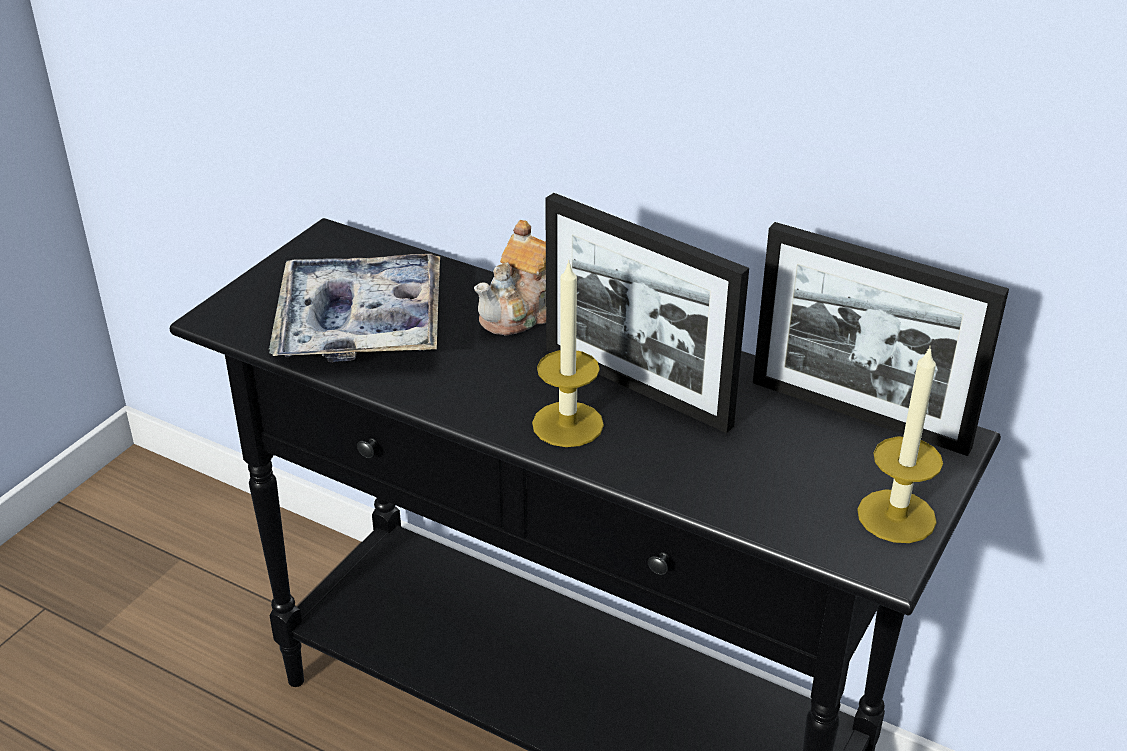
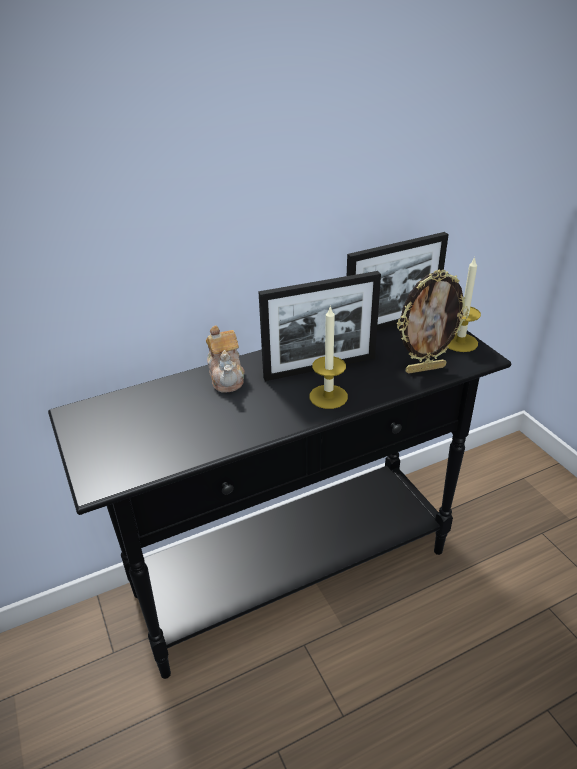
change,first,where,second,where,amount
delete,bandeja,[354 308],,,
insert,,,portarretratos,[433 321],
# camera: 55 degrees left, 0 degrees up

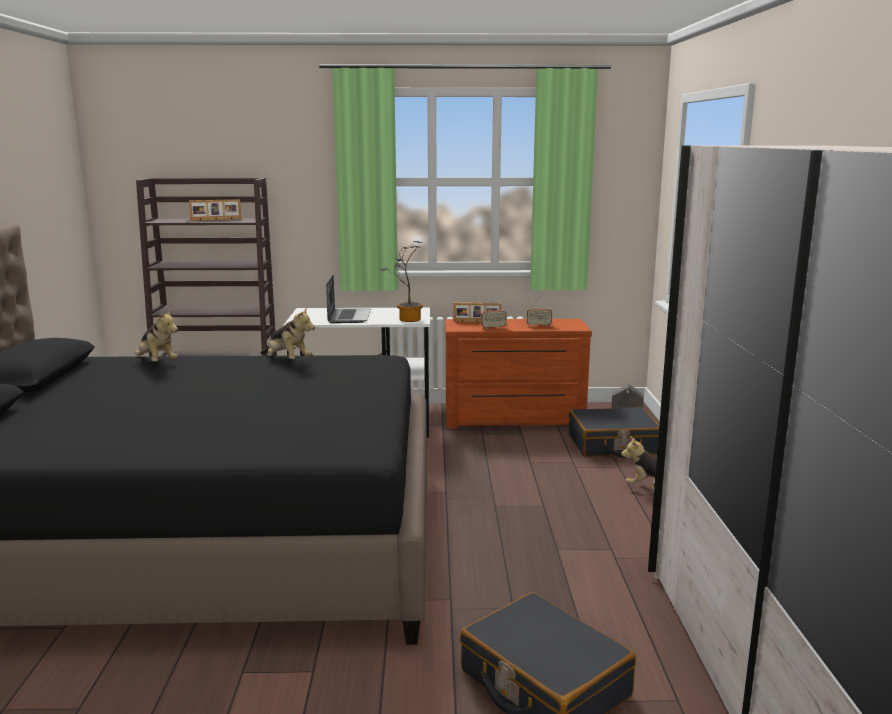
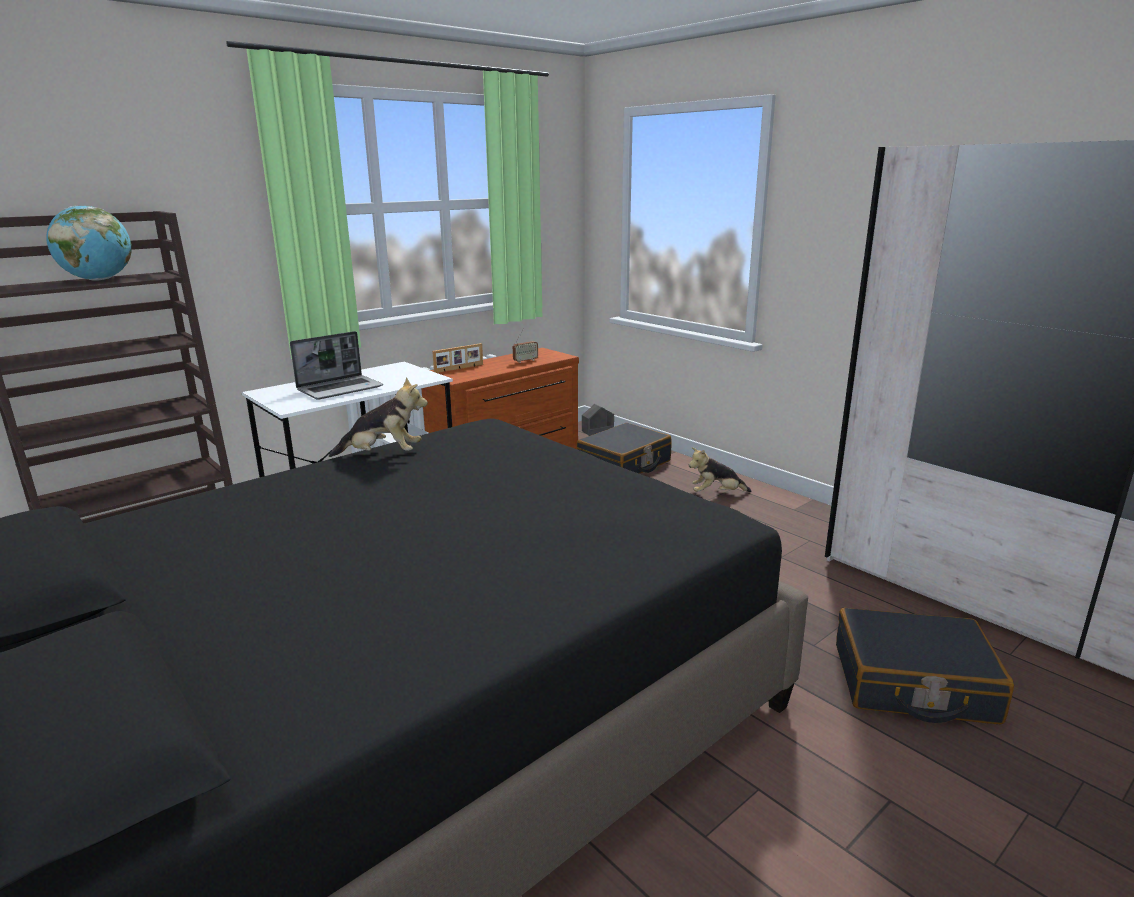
change,first,where,second,where,amount
replace,portarretratos,[215 210],globo terráqueo,[89 243],
delete,planta en maceta,[401 281],,,
rotate,portátil,[348 299],,[336 365],90 degrees clockwise
delete,radio,[494 313],,,
delete,peluche,[156 335],,,
# camera: 40 degrees left, 5 degrees up

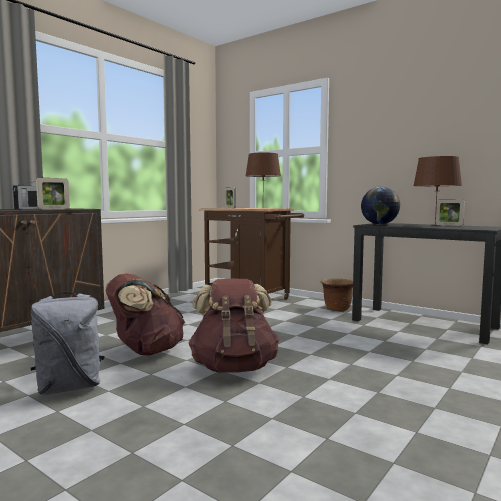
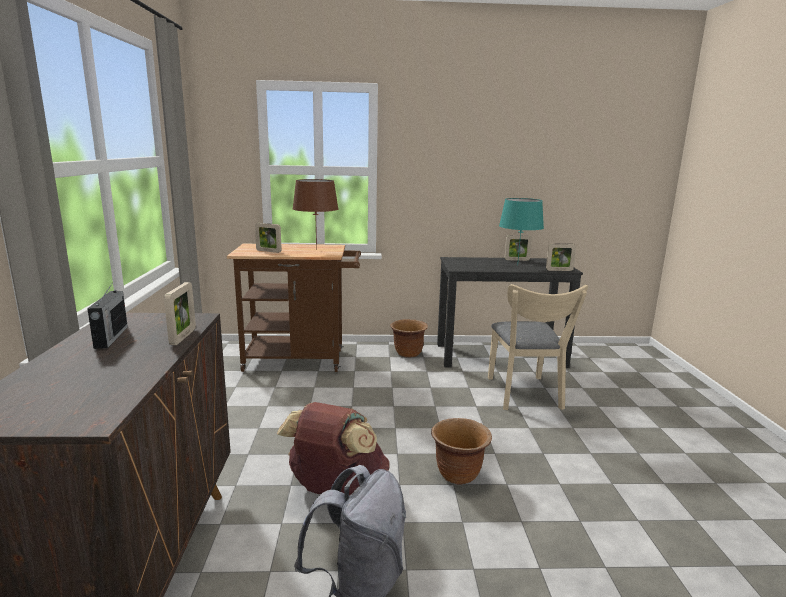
change,first,where,second,where,amount
recolor,lámpara de mesa (marrón),[437 191],lámpara de mesa (turquesa),[521 232],
delete,globo terráqueo,[380 206],,,
replace,mochila (marrón),[234 326],maceta (marrón),[461 451],
insert,,,portarretratos,[561 257],
insert,,,silla (beis),[538 347],
# camera: 40 degrees left, 10 degrees up

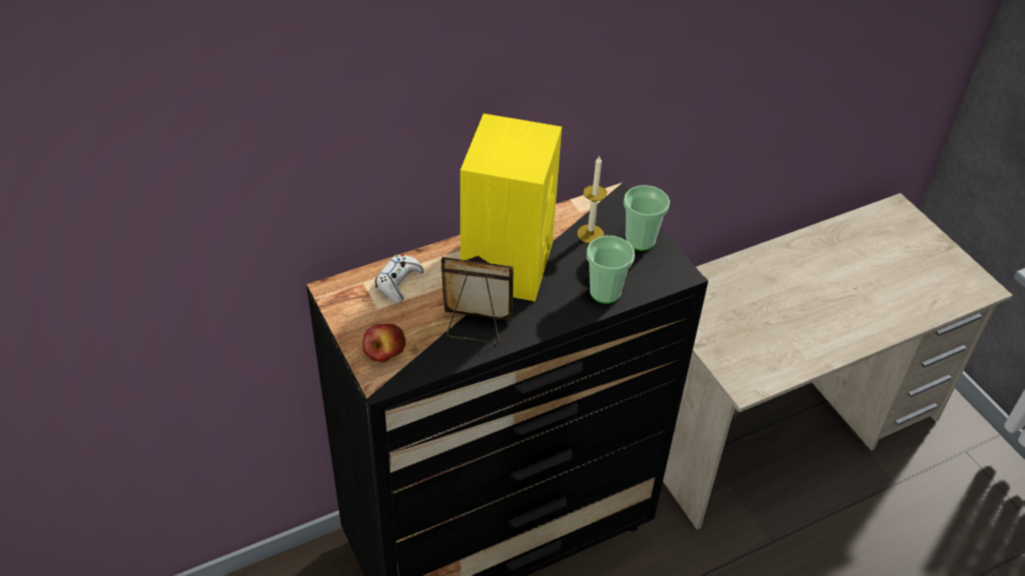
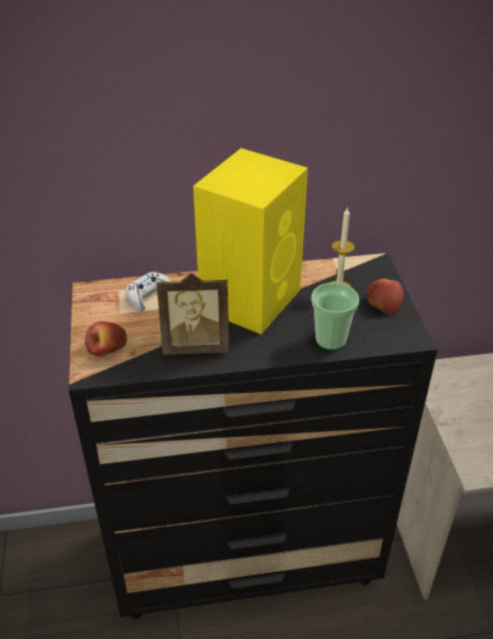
change,first,where,second,where,amount
replace,taza,[646 218],manzana,[385 297],
rotate,portarretratos,[477 299],,[193 314],150 degrees clockwise
# camera: 20 degrees right, 5 degrees down

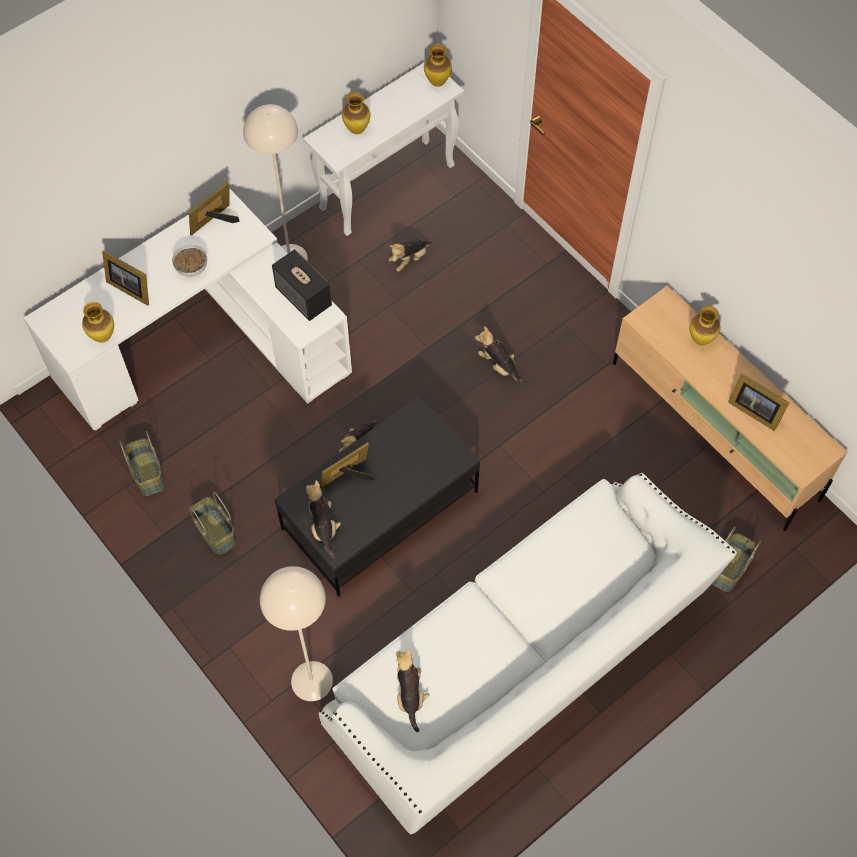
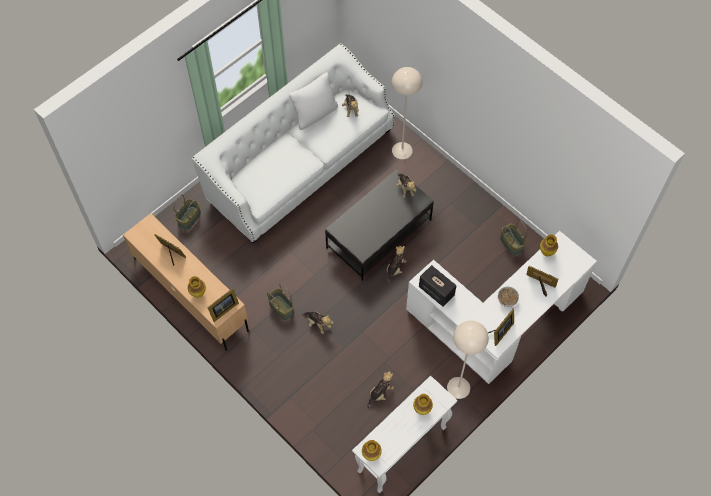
change,first,where,second,where,amount
move,portarretratos,[347 465],,[223 305],
move,cesta,[212 523],,[280 301],
insert,,,cojín (blanco),[313 101],
# camera: 175 degrees right, 0 degrees up

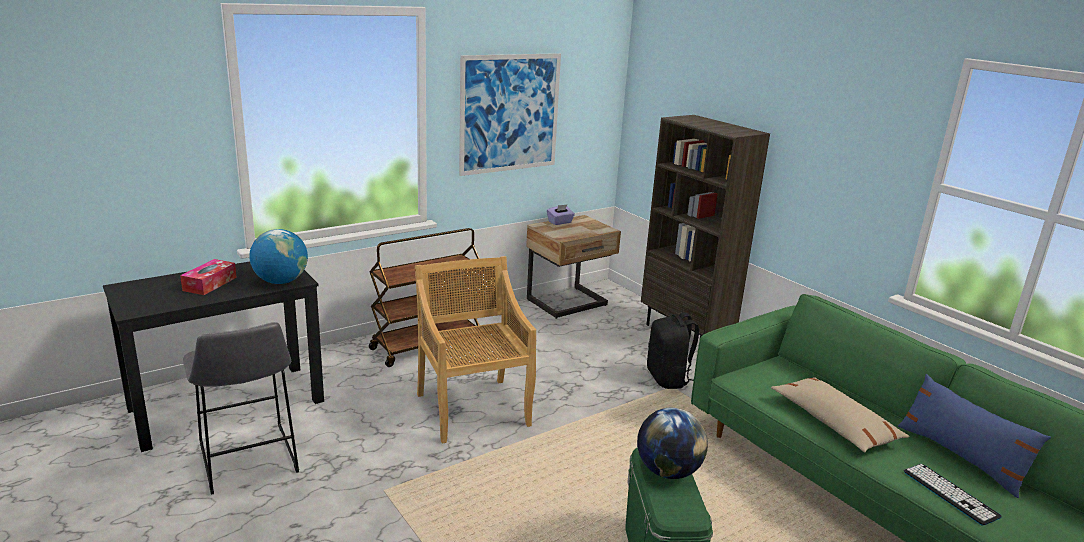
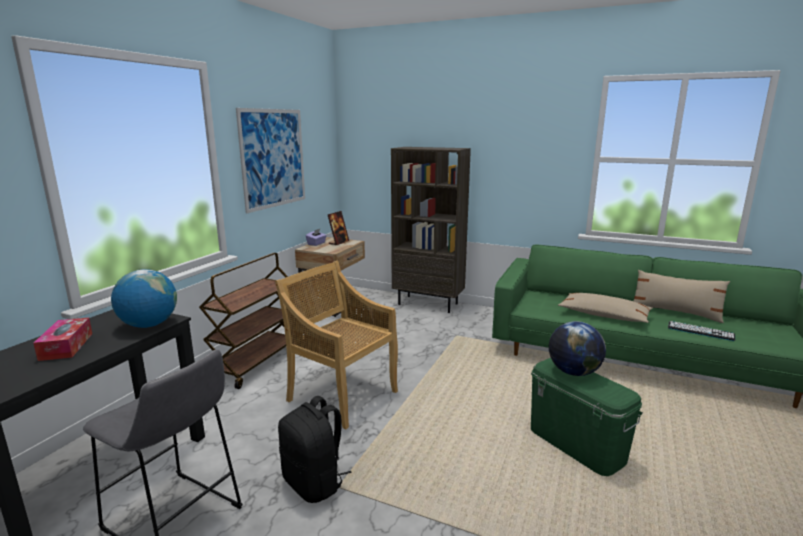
change,first,where,second,where,amount
move,mochila (negro),[673 350],,[314 449],
recolor,cojín (azul),[974 436],cojín (beis),[682 296],
insert,,,portarretratos,[338 228],
# camera: 30 degrees left, 5 degrees down

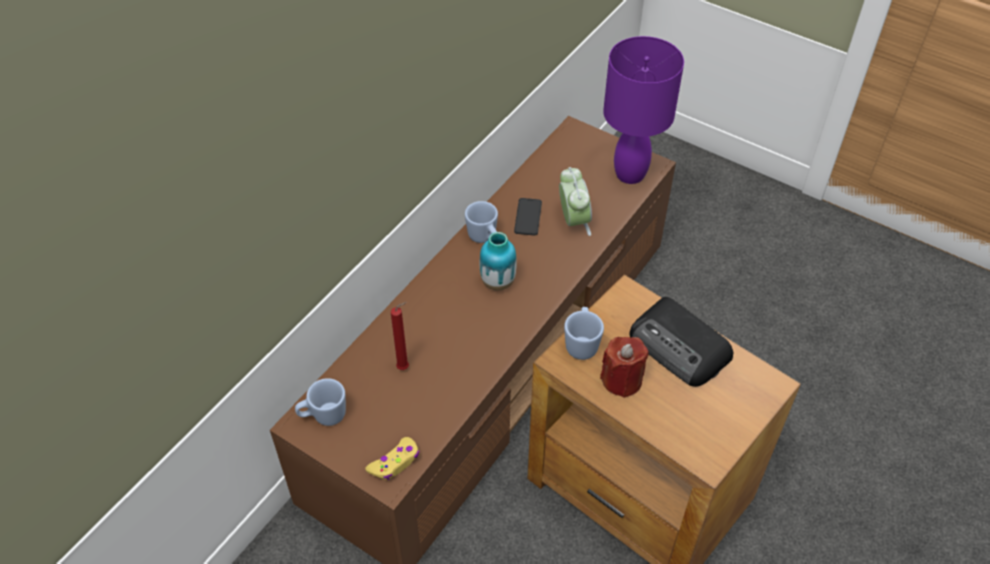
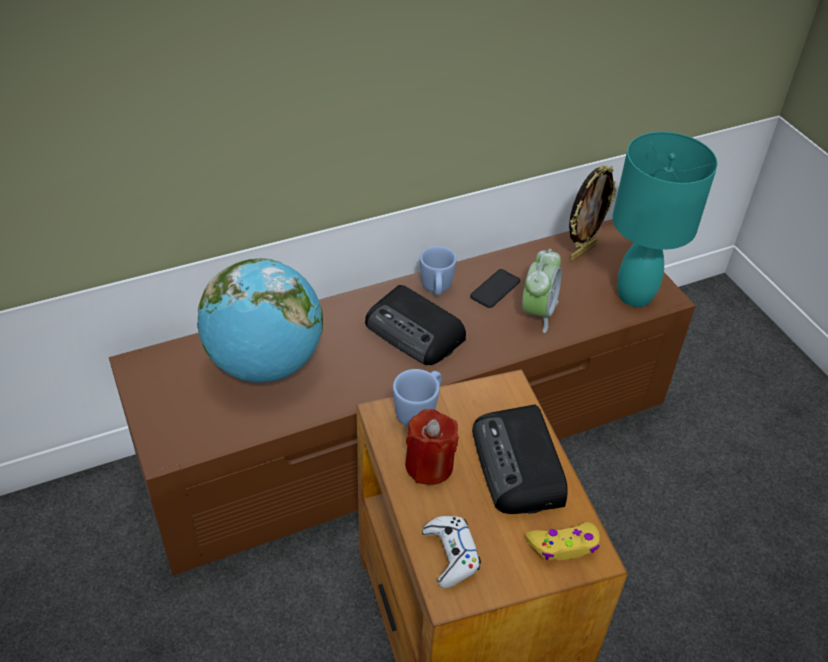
change,first,where,second,where,amount
recolor,lámpara de mesa (morado),[643 110],lámpara de mesa (turquesa),[665 219],
replace,florero,[498 261],radio,[415 325],
replace,vela (rojo),[400 336],globo terráqueo,[260 320],
delete,taza grande (azul),[320 402],,,
move,mando de consola (amarillo),[392 458],,[563 541],
insert,,,portarretratos,[592 213],
insert,,,mando de consola (blanco),[451 552],
# camera: 30 degrees right, 5 degrees down

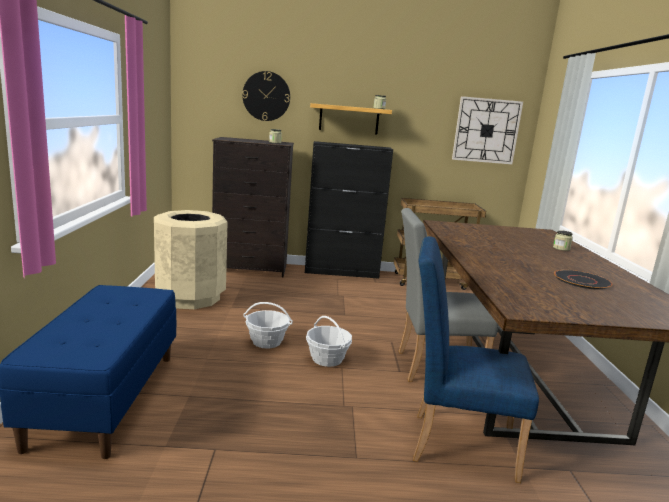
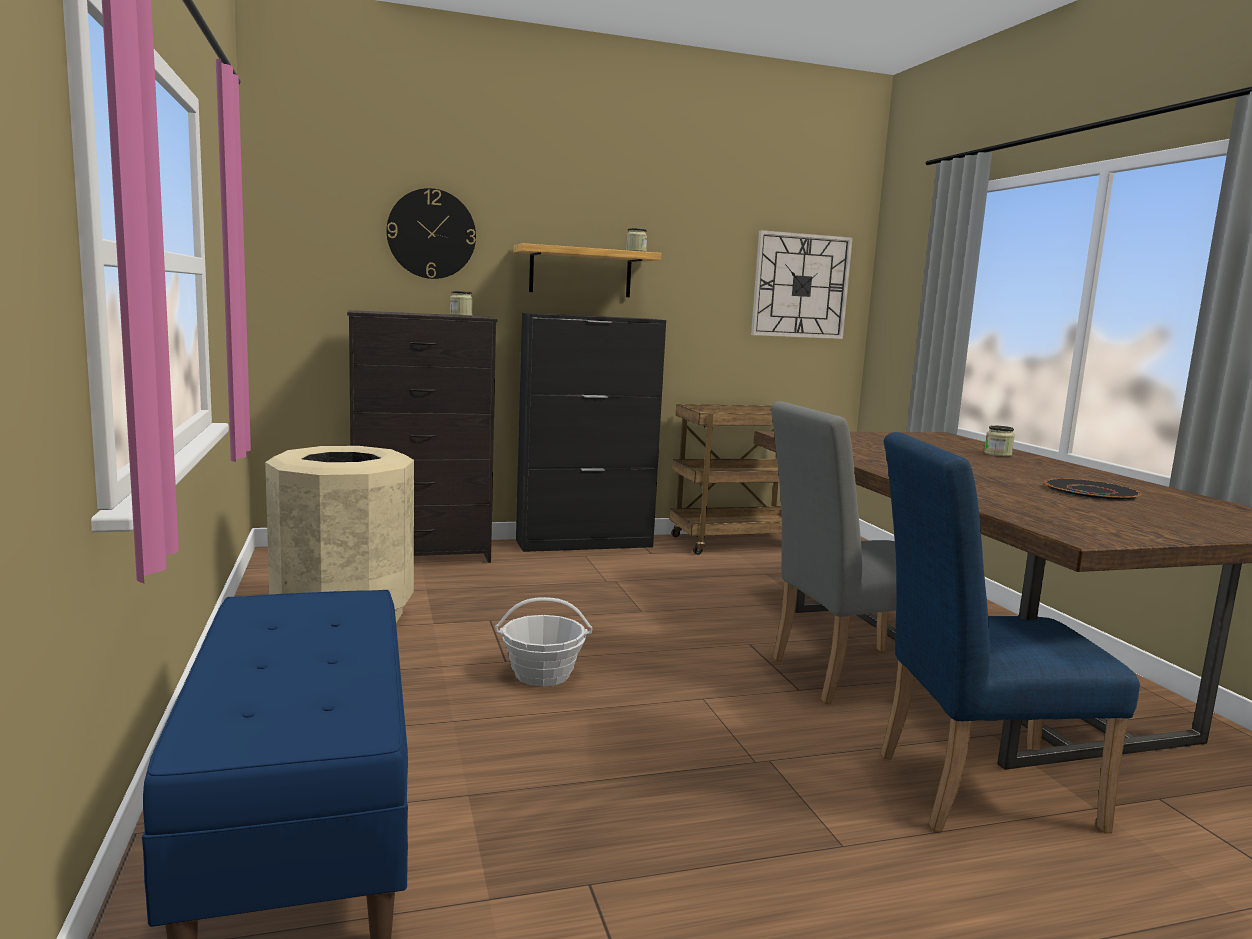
change,first,where,second,where,amount
delete,cesta,[329 341],,,
# camera: 15 degrees left, 5 degrees down

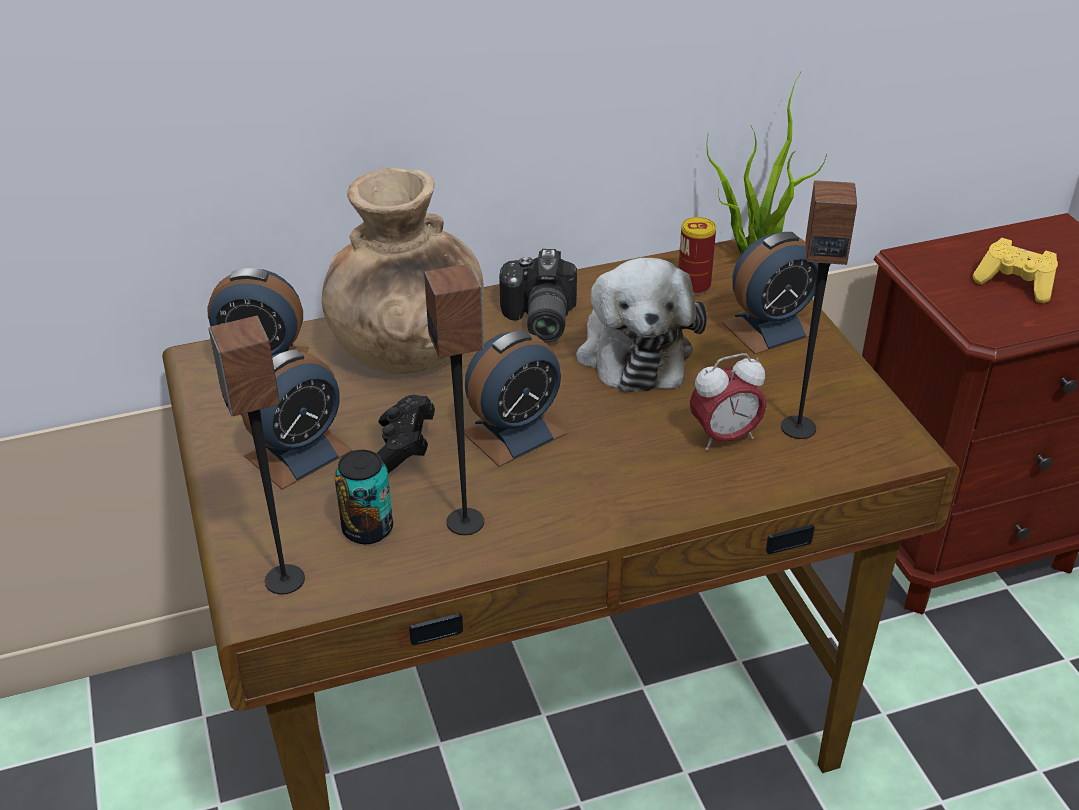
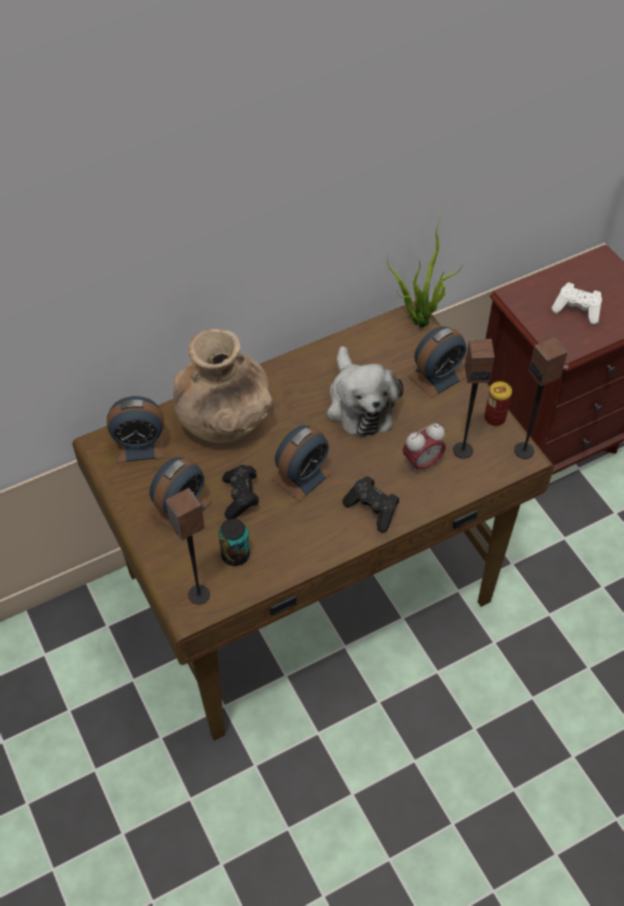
change,first,where,second,where,amount
move,lata,[697 256],,[498 403],
recolor,mando de consola (amarillo),[1015 270],mando de consola (blanco),[576 304],
delete,cámara,[538 296],,,
move,altavoz,[454 399],,[541 398],
insert,,,mando de consola (negro),[371 504],
# camera: 10 degrees left, 15 degrees up

